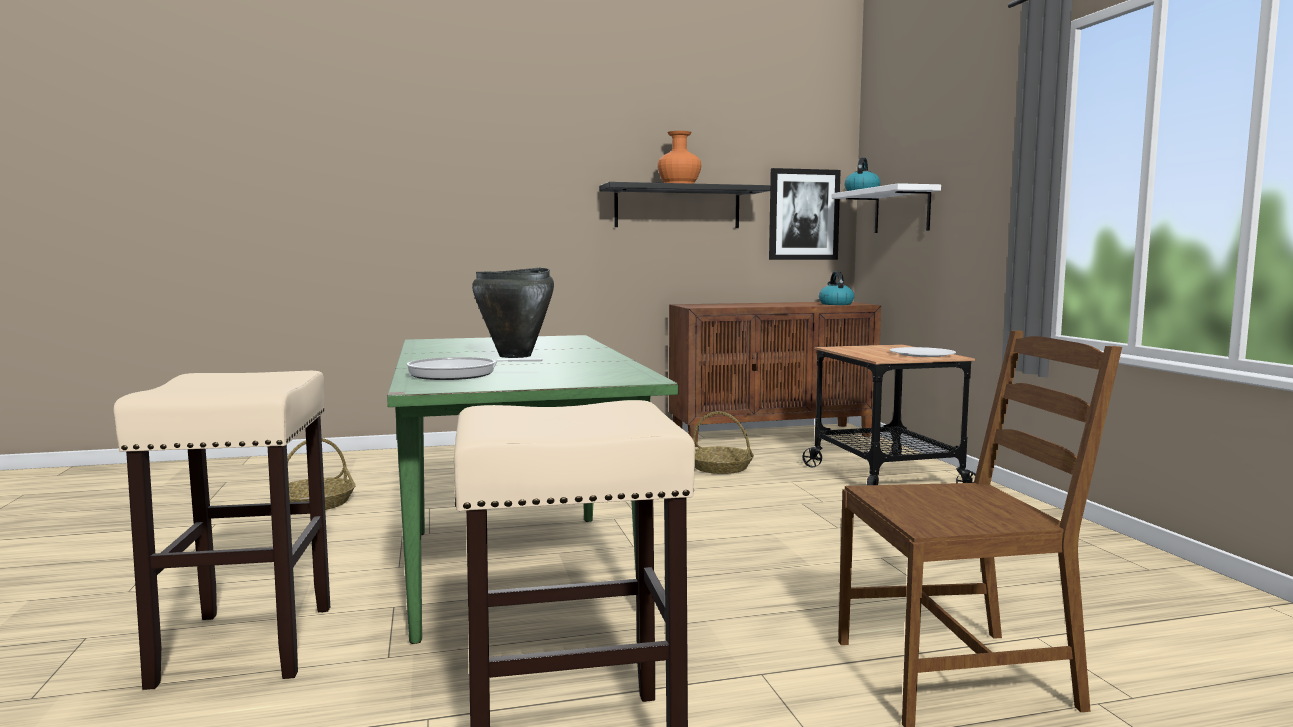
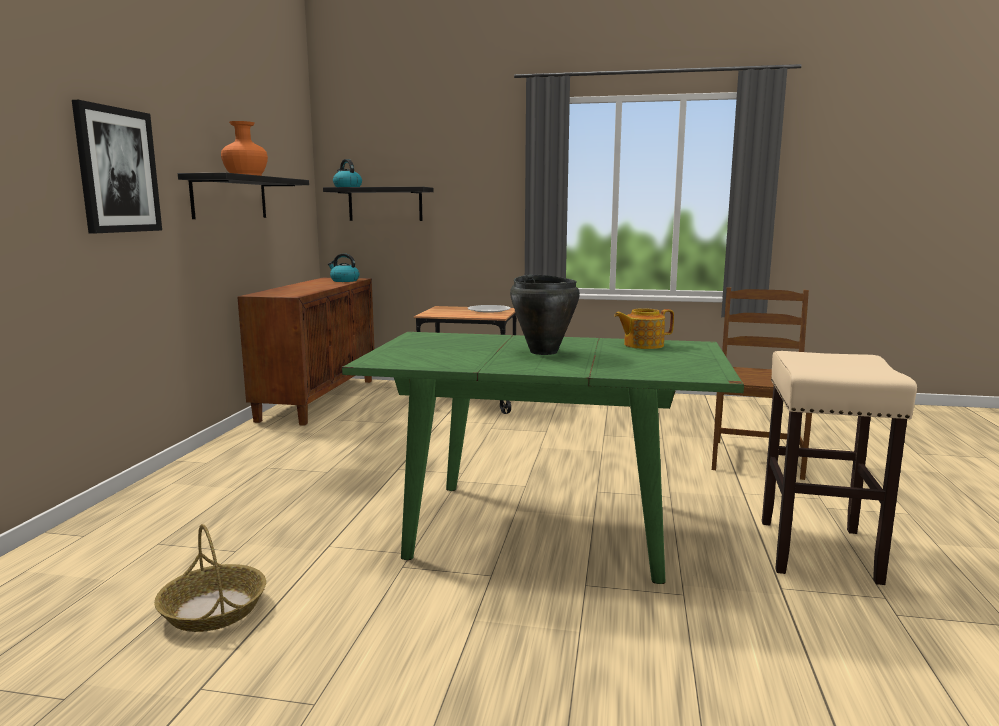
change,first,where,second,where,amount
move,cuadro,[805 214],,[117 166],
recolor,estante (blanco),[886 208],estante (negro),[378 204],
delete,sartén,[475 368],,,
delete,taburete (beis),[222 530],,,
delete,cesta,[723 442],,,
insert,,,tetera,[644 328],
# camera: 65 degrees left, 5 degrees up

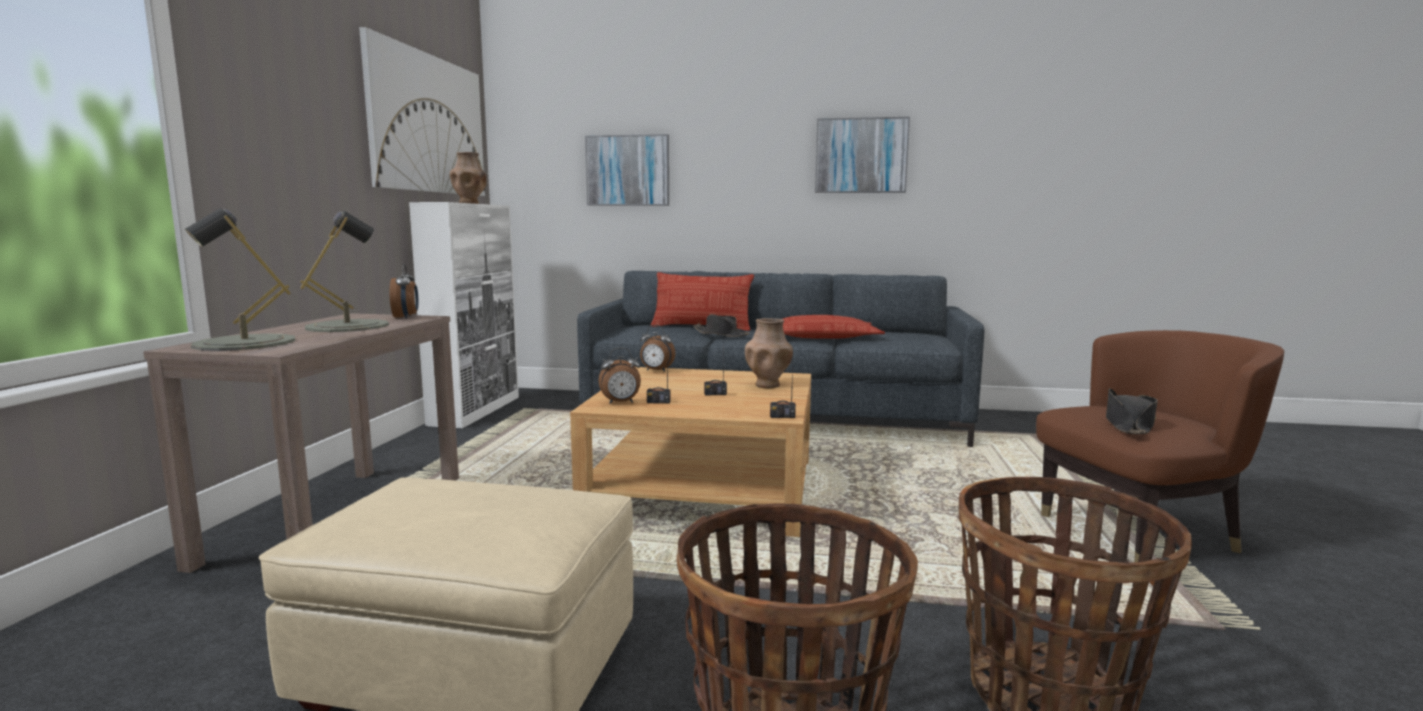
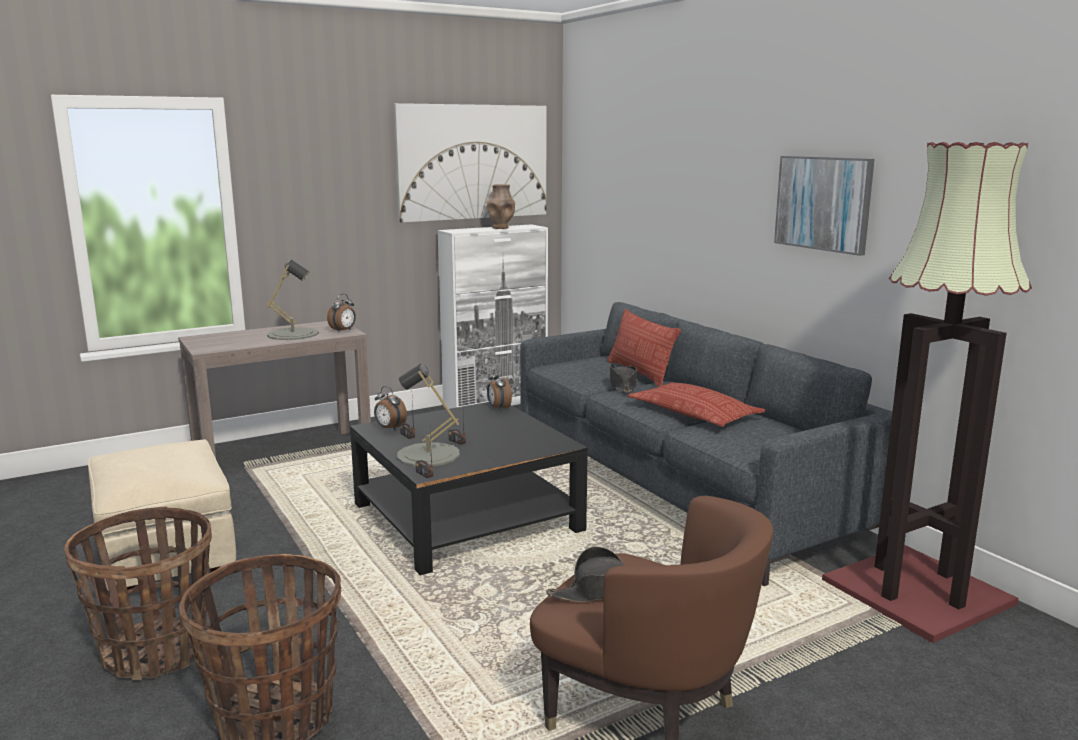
change,first,where,second,where,amount
delete,cuadro,[627 170],,,
move,lámpara de mesa (gris),[240 279],,[428 415],
delete,florero (marrón),[769 353],,,
recolor,mesa de centro (beis),[690 452],mesa de centro (negro),[469 488],
insert,,,lámpara de pie,[927 392],
# camera: 50 degrees right, 5 degrees up

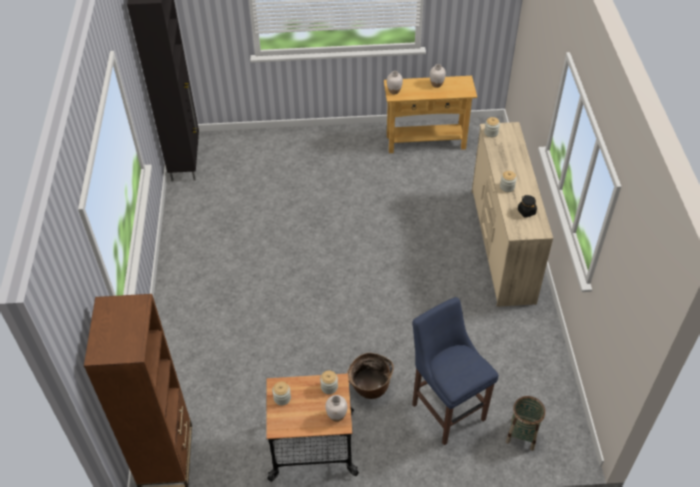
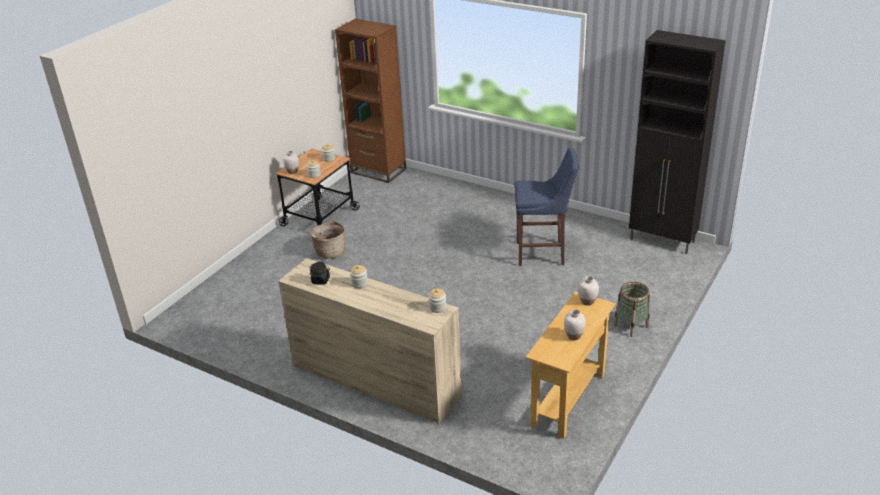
change,first,where,second,where,amount
move,taburete (azul),[455 371],,[546 206],
move,cesta,[525 423],,[631 309],
# camera: 125 degrees right, 15 degrees down

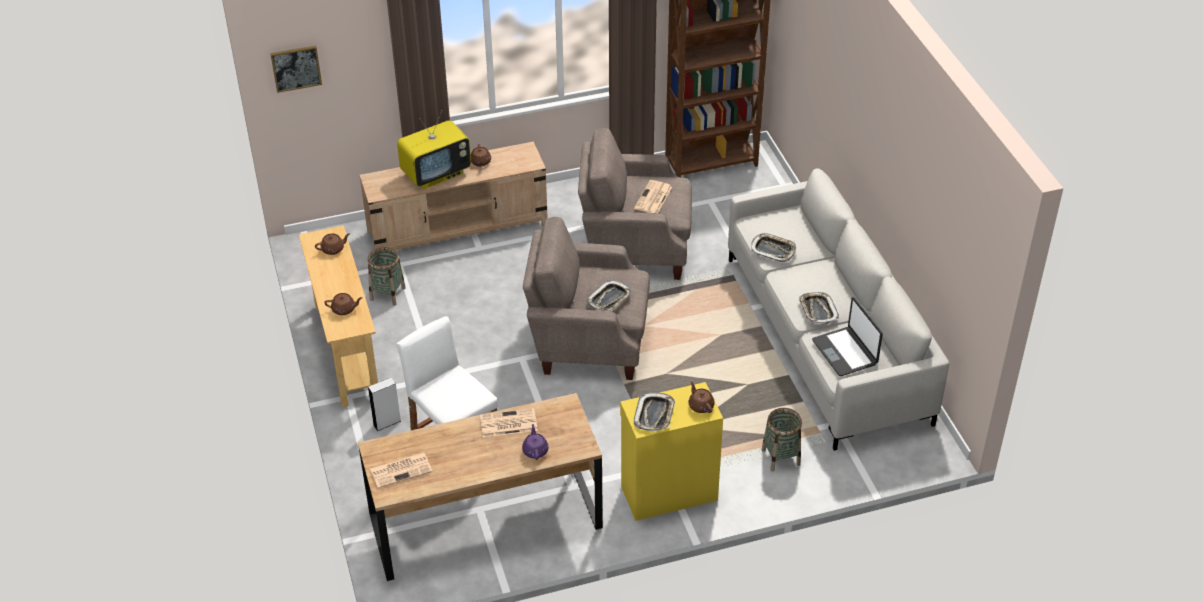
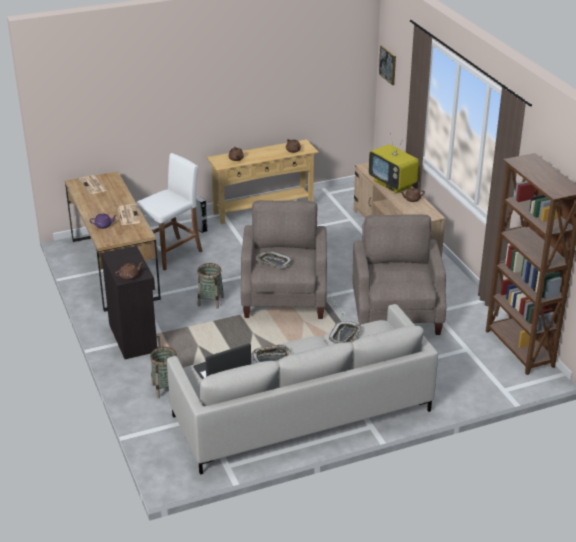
change,first,where,second,where,amount
delete,periódico,[653 196],,,
move,cesta,[387 276],,[210 286],
recolor,armario (amarillo),[671 451],armario (negro),[131 302],
delete,bandeja,[654 412],,,
# camera: 85 degrees right, 10 degrees down

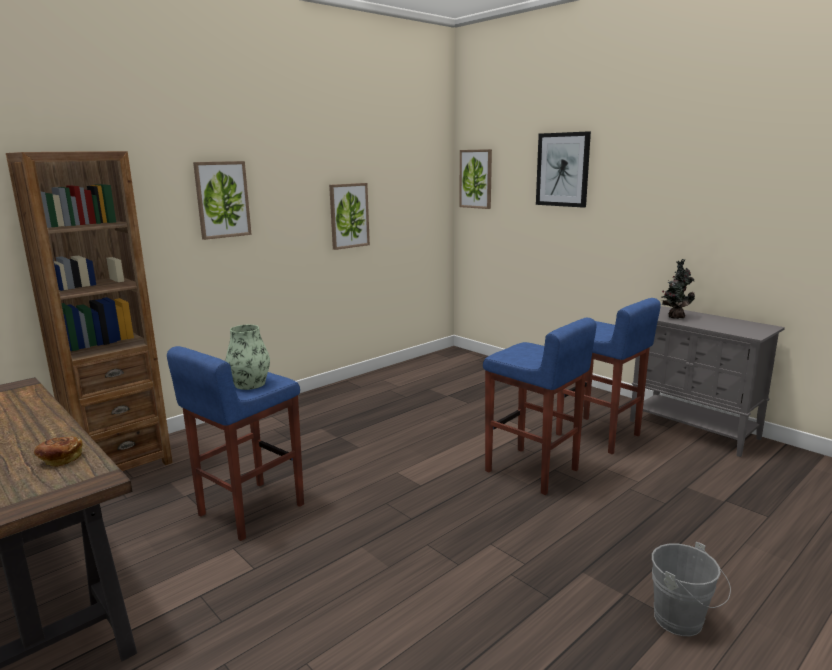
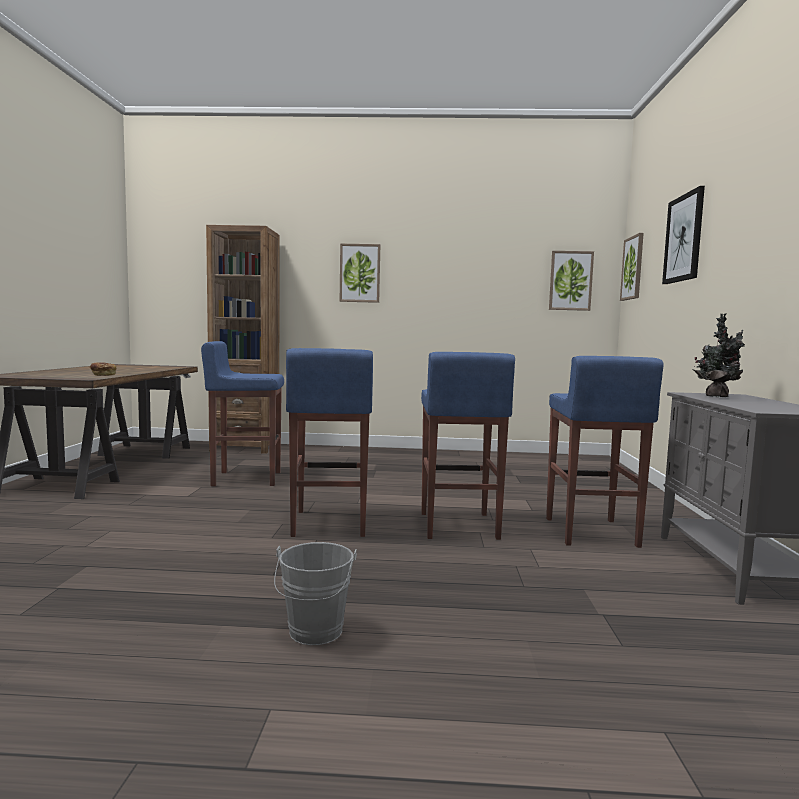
change,first,where,second,where,amount
move,cuadro,[349 216],,[571 281],
delete,florero,[248 357],,,
insert,,,taburete (azul),[329 442],
# camera: 45 degrees right, 10 degrees down

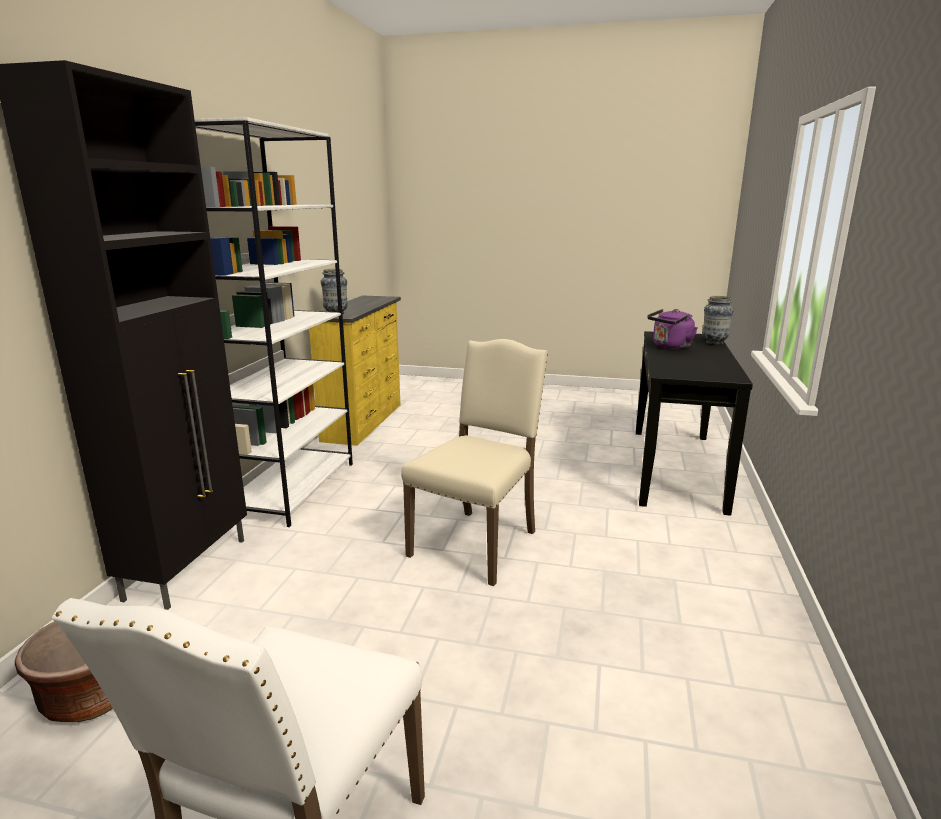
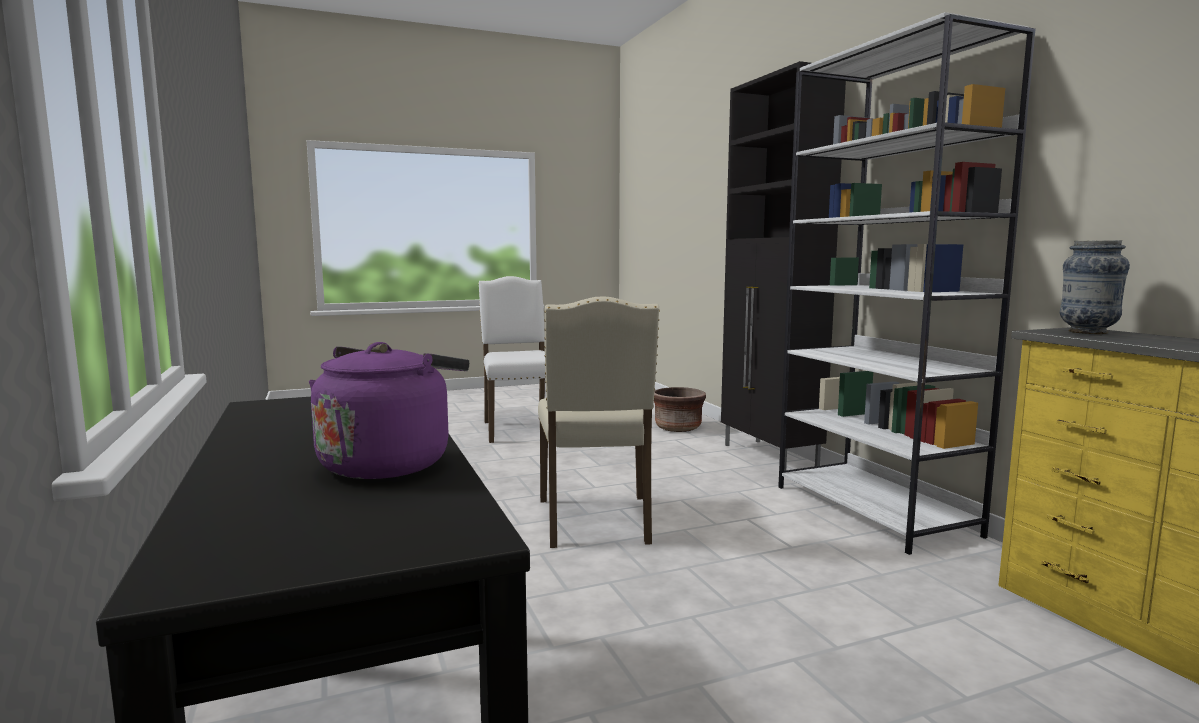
change,first,where,second,where,amount
delete,florero,[718 320],,,
# camera: 145 degrees right, 10 degrees down

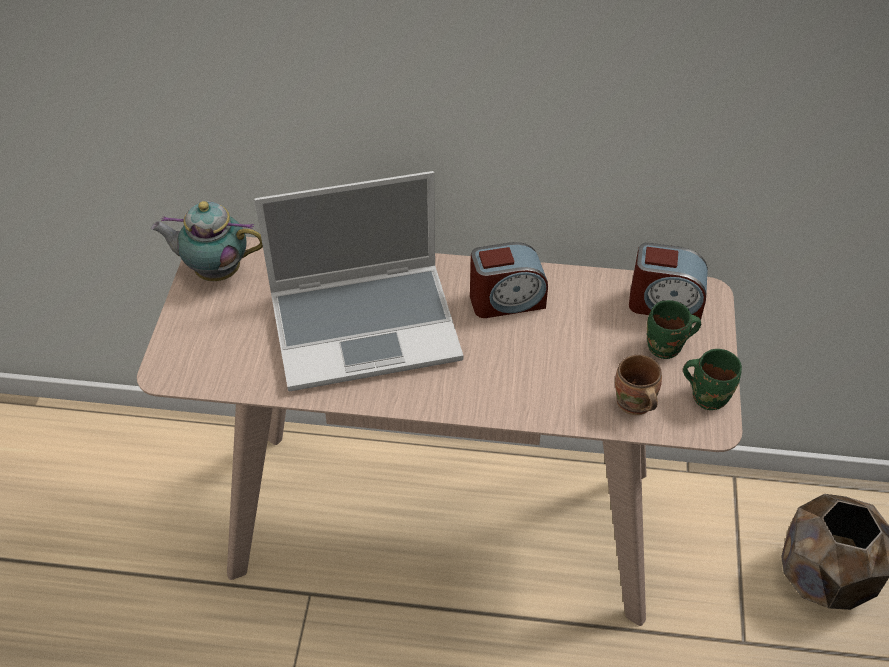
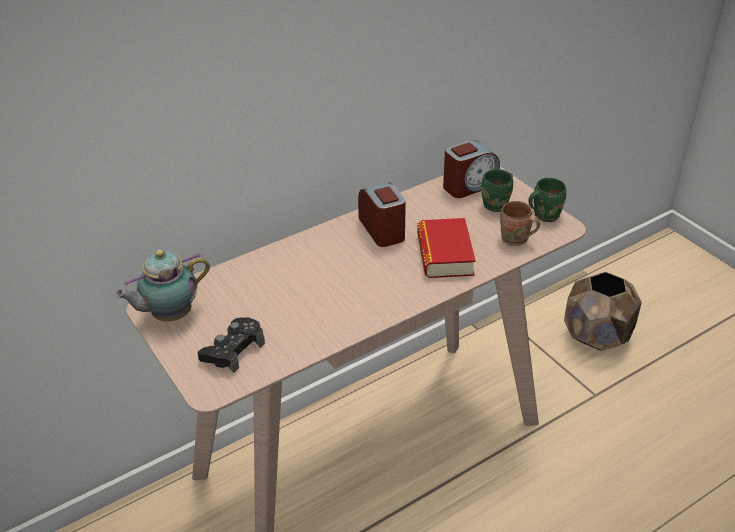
change,first,where,second,where,amount
delete,portátil,[358 281],,,
rotate,despertador,[509 280],,[382 214],60 degrees counterclockwise
insert,,,libro,[446 248],
insert,,,mando de consola (negro),[231 345],
# camera: 40 degrees left, 10 degrees down

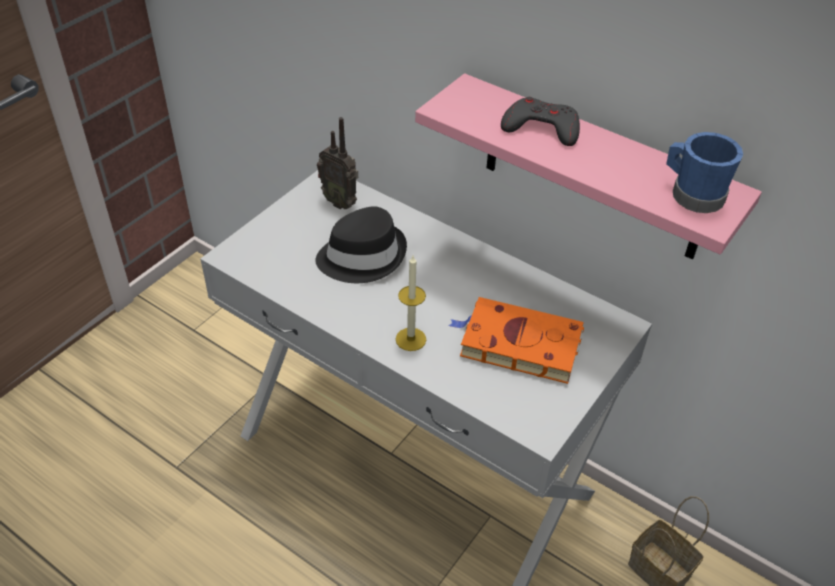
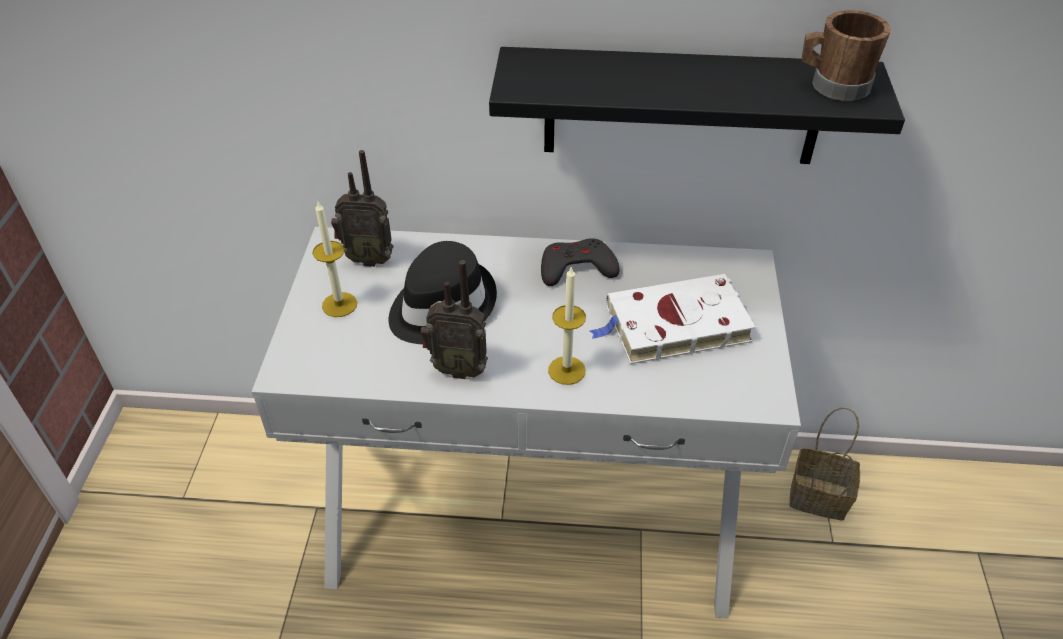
change,first,where,second,where,amount
recolor,estante (rosa),[588 166],estante (negro),[697 105],
move,mando de consola (gris),[540 121],,[580 262],
recolor,taza grande (azul),[704 172],taza grande (marrón),[846 55],
recolor,libro (naranja),[516 340],libro (blanco),[673 319],
insert,,,vela,[334 259],
insert,,,radio,[454 319],
# camera: 30 degrees left, 0 degrees up

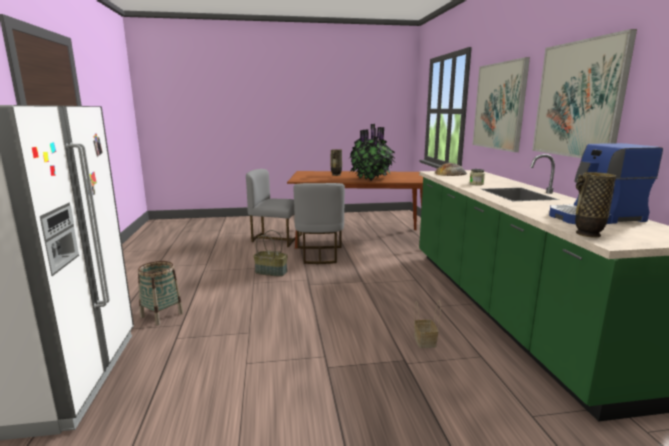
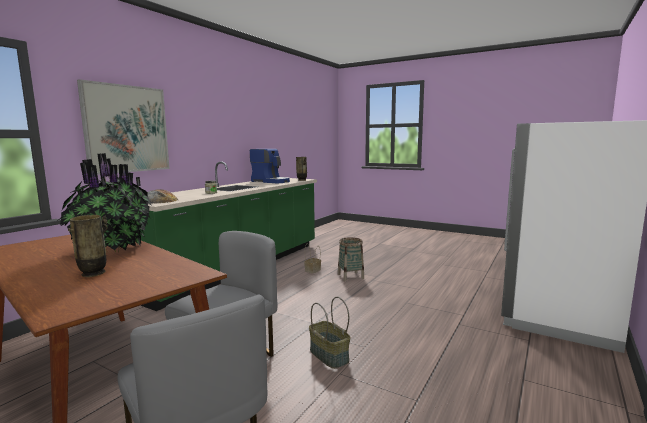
change,first,where,second,where,amount
delete,cuadro,[584 93],,,
move,cesta,[160 293],,[351 259],
# camera: 140 degrees left, 5 degrees down

